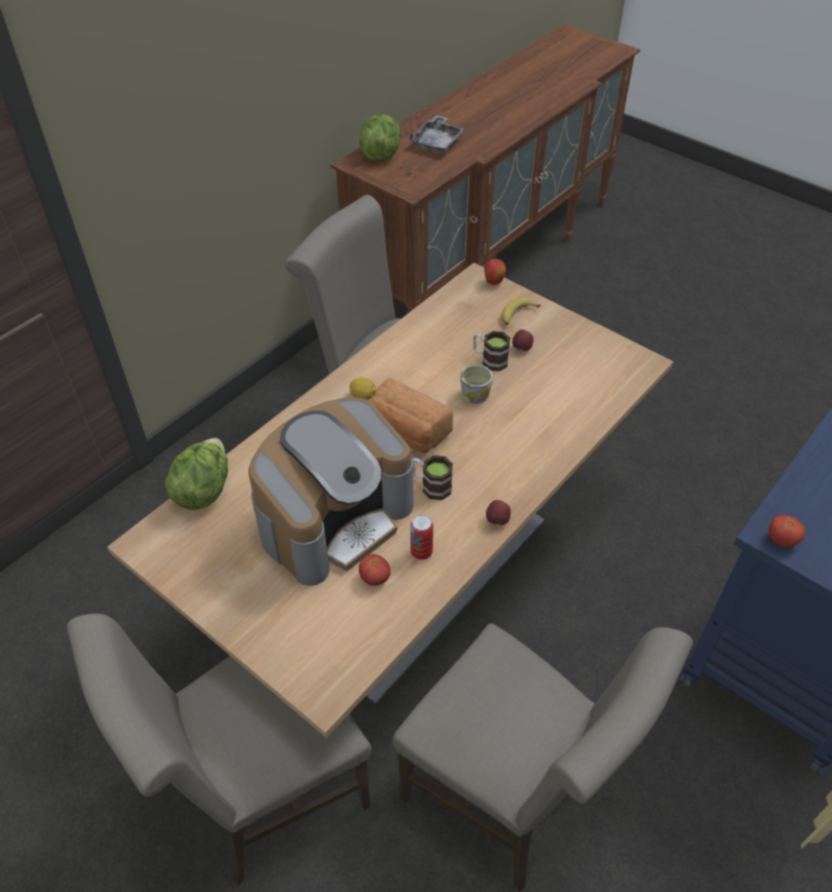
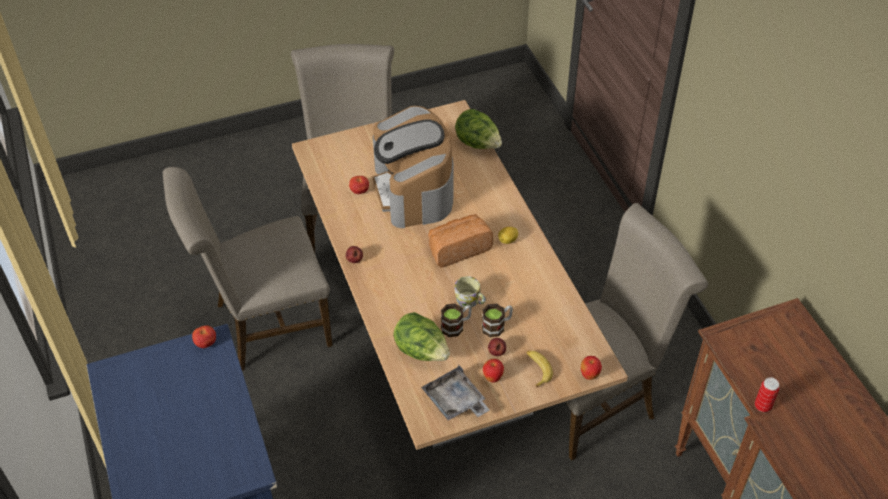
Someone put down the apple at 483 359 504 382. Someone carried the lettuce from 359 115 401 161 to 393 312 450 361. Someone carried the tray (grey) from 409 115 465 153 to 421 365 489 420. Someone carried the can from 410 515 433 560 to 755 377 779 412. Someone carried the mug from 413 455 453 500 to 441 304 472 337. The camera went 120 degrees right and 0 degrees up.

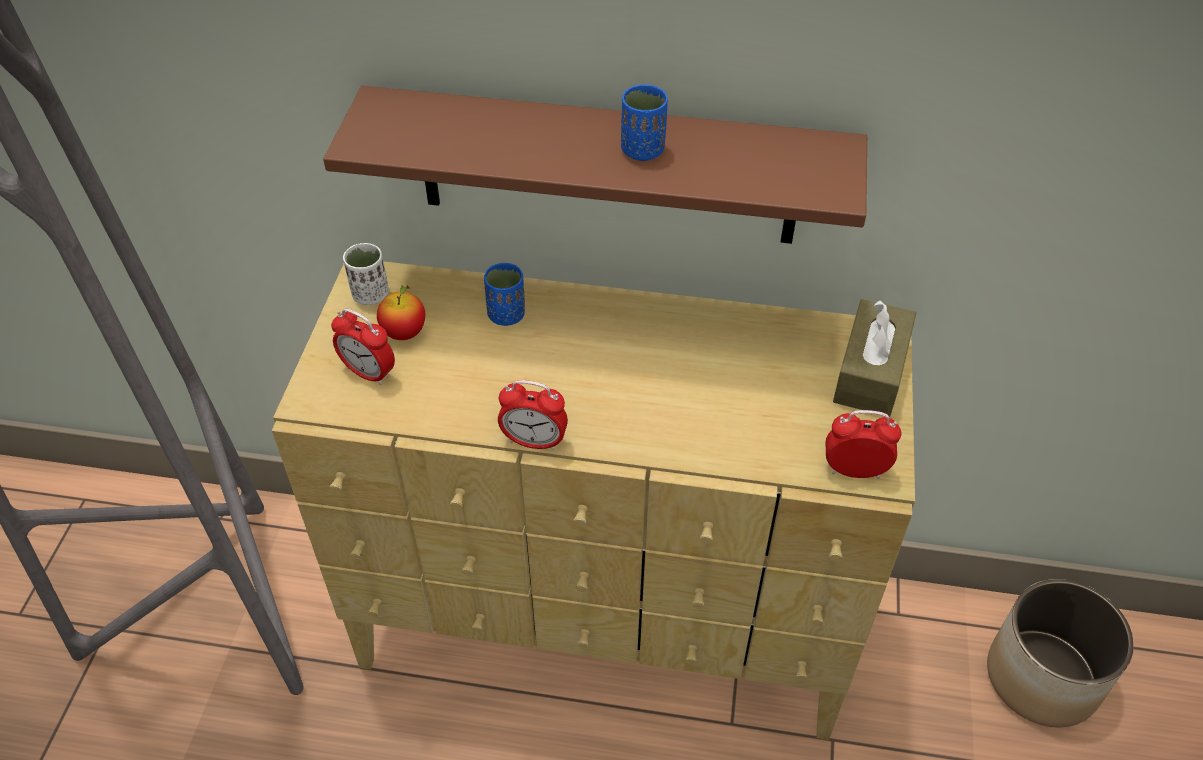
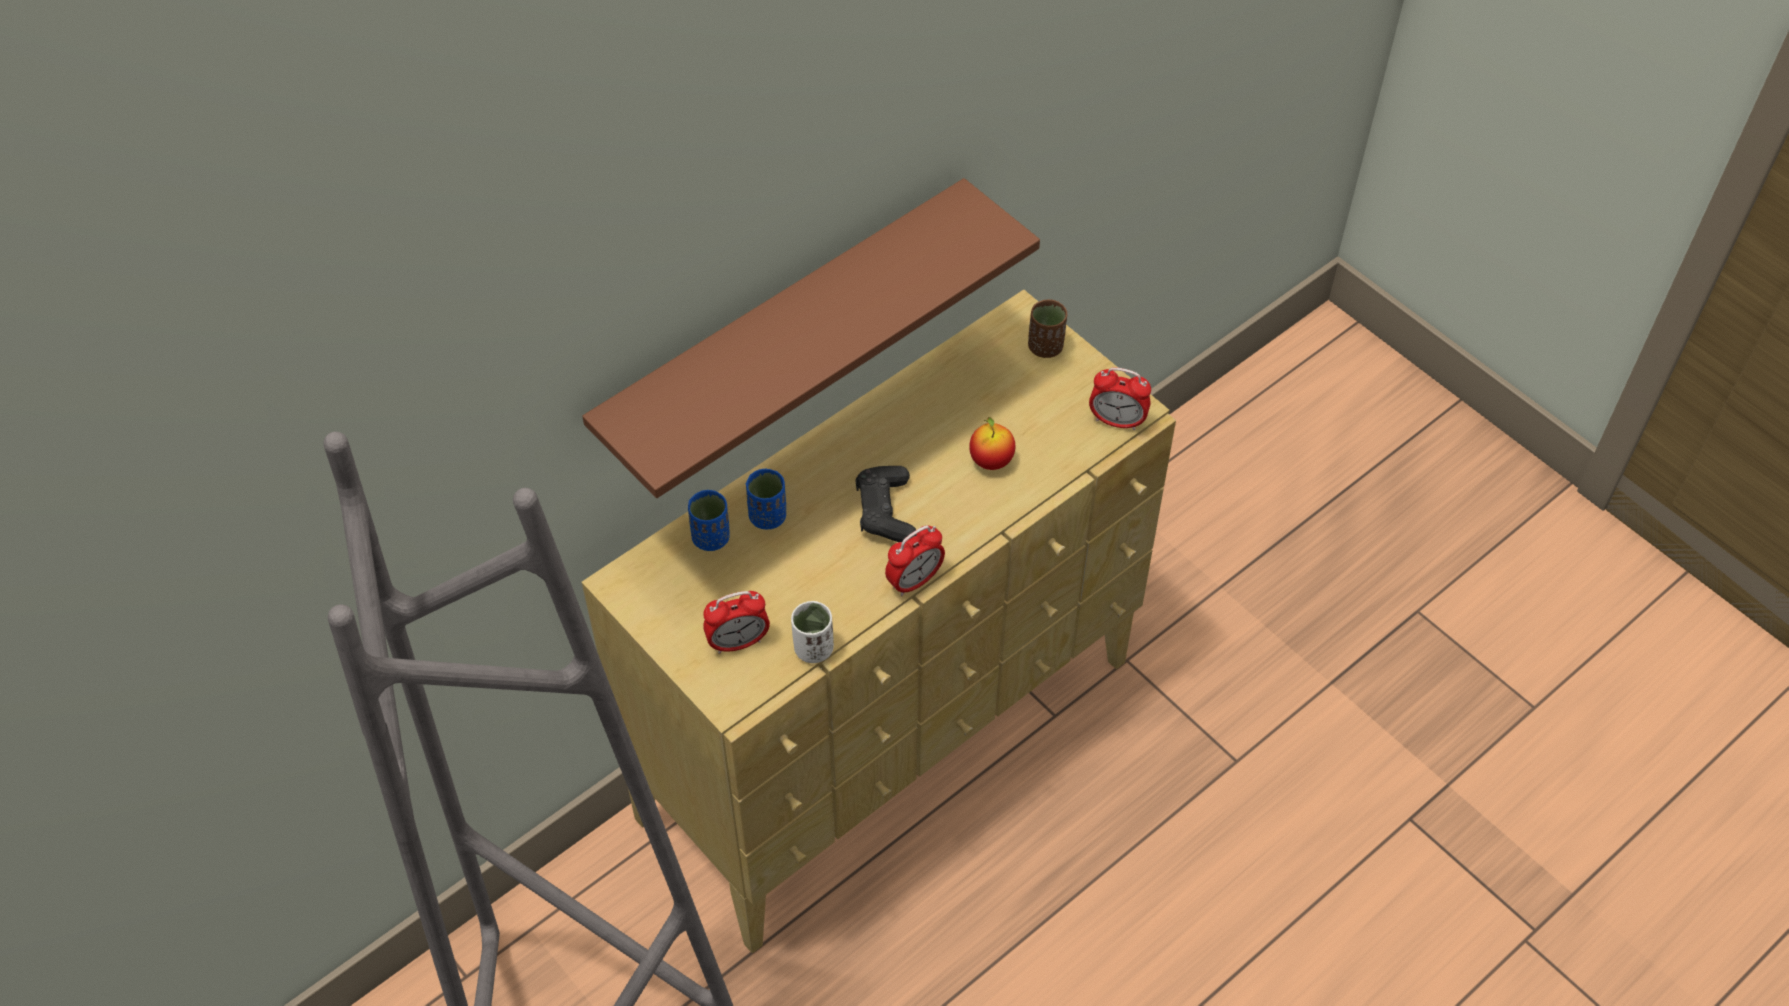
Someone took away the planter at 987 579 1134 727. Someone put down the game controller (black) at 856 466 917 542. Someone carried the cup (white) from 343 243 389 305 to 791 601 834 663. Someone carried the apple from 377 285 425 340 to 969 417 1016 470. Someone carried the cup (blue) from 621 85 668 161 to 688 490 730 551. Someone swapped the tissue box (brown) at 833 299 916 417 for the cup (brown) at 1028 299 1067 358. Someone rotated the alarm clock at 826 410 902 479 by 120 degrees counterclockwise. The camera went 50 degrees left and 5 degrees up.

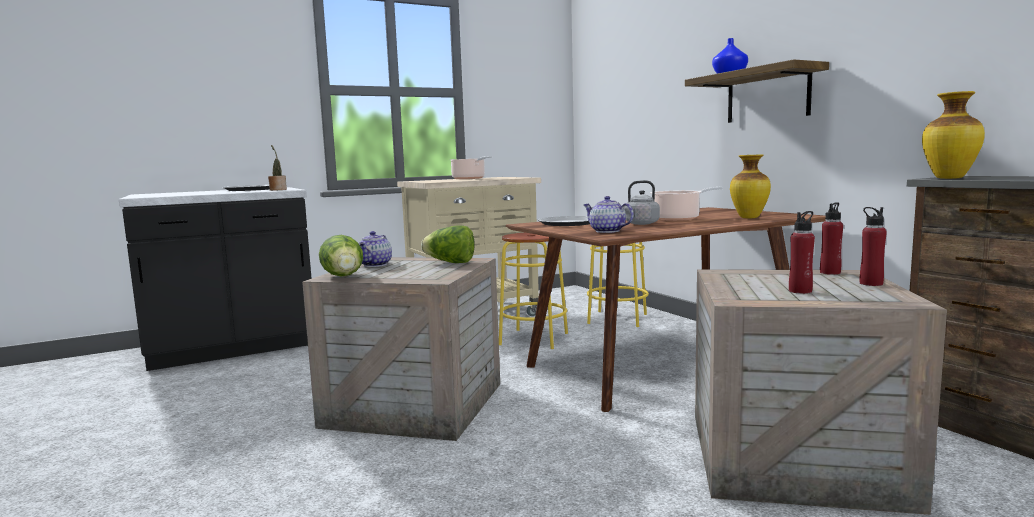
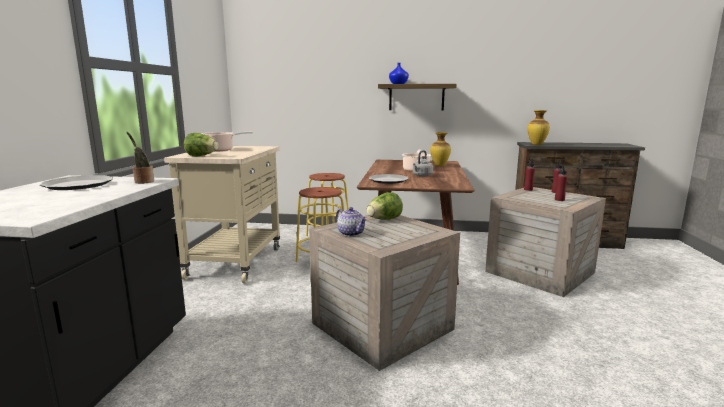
Someone took away the teapot at 584 196 634 233. Someone carried the lettuce from 319 235 363 276 to 184 133 219 156. The camera went 55 degrees left and 5 degrees up.

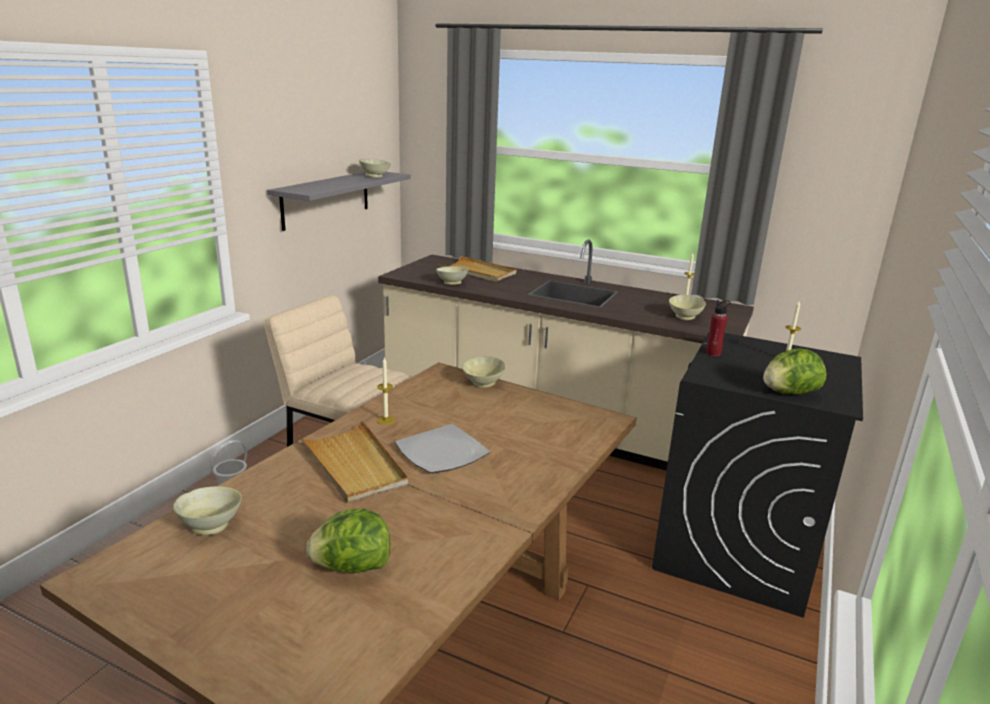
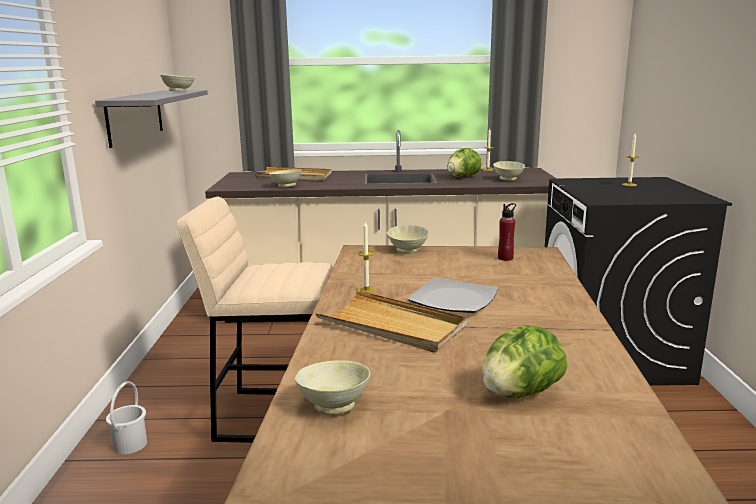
Someone carried the bottle (red) from 706 300 731 356 to 498 203 516 261. Someone carried the lettuce from 763 348 827 395 to 447 148 482 178. The camera went 25 degrees left and 5 degrees down.

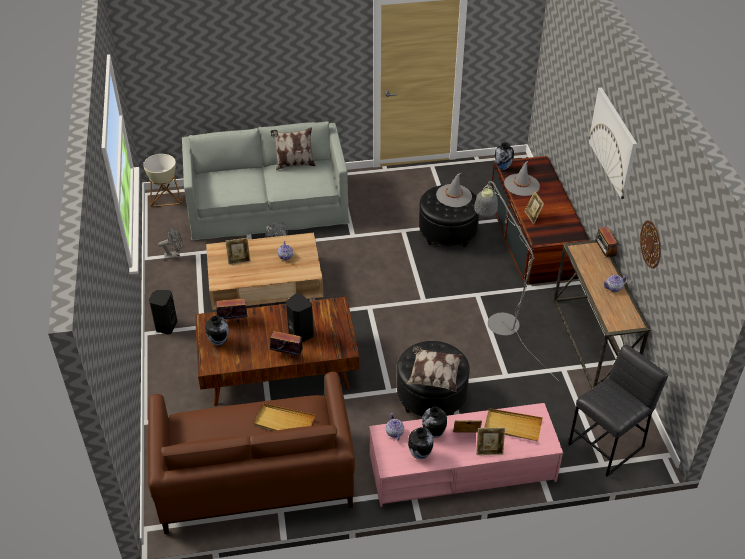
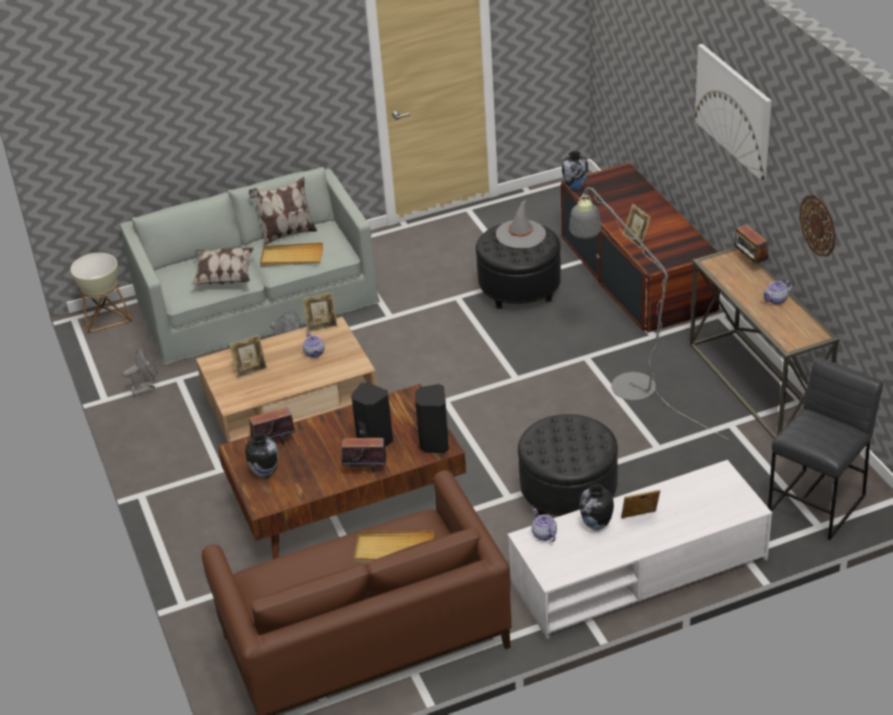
Someone took away the vase at 408 427 434 459. Someone took away the hat (grey) at 504 160 540 196. Someone carried the speaker (black) from 149 290 177 335 to 415 384 449 453. Someone carried the pillow from 407 346 463 392 to 191 248 254 285. Someone carried the picture frame from 476 427 505 455 to 302 293 338 332. Someone carried the tray (beige) from 484 408 543 441 to 260 242 323 267. Someone repainted the tv stand (pink) at 369 403 563 507, which became the tv stand (white) at 508 460 772 639. The camera went 10 degrees left and 5 degrees down.

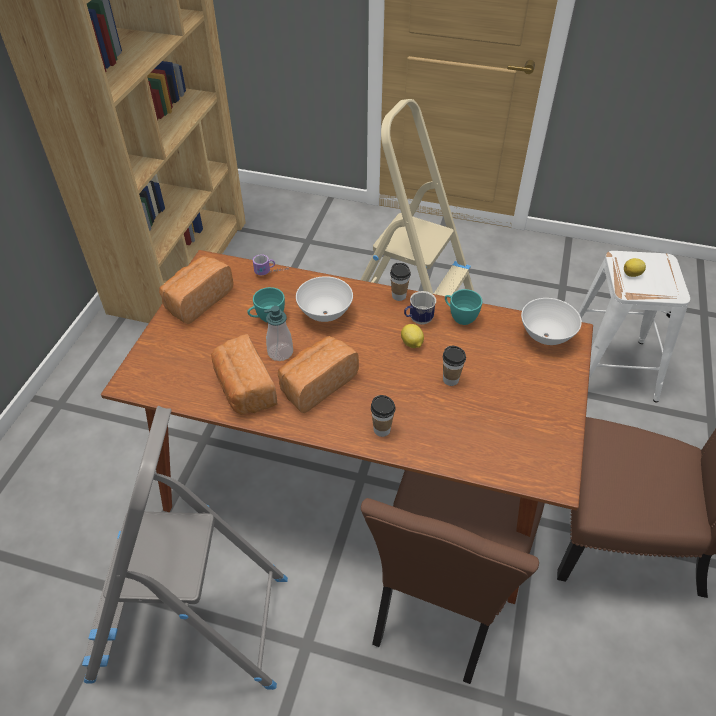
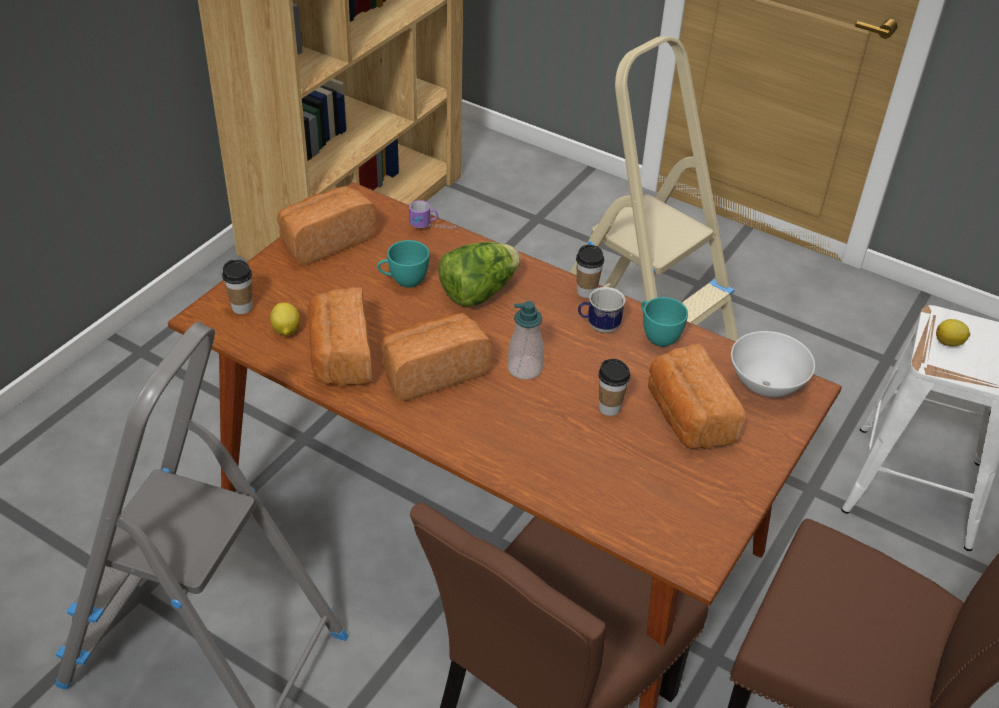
Someone put down the bread at 648 343 745 449. Someone carried the soap dispenser from 264 306 293 361 to 507 301 544 380. Someone carried the cup from 371 395 395 437 to 222 260 252 314. Someone carried the lemon from 401 324 424 348 to 270 302 300 336. Someone swapped the bowl (white) at 296 276 353 322 for the lettuce at 438 242 521 307. The camera went 15 degrees right and 5 degrees down.

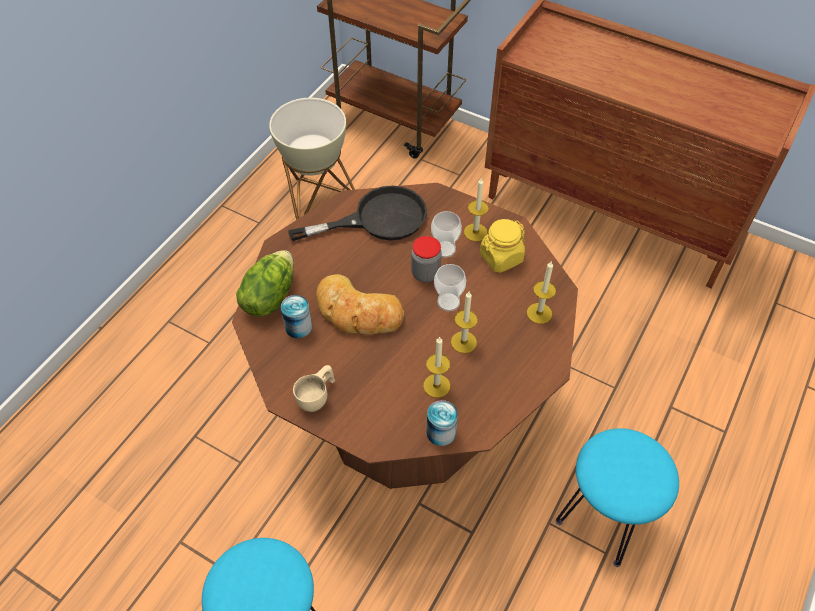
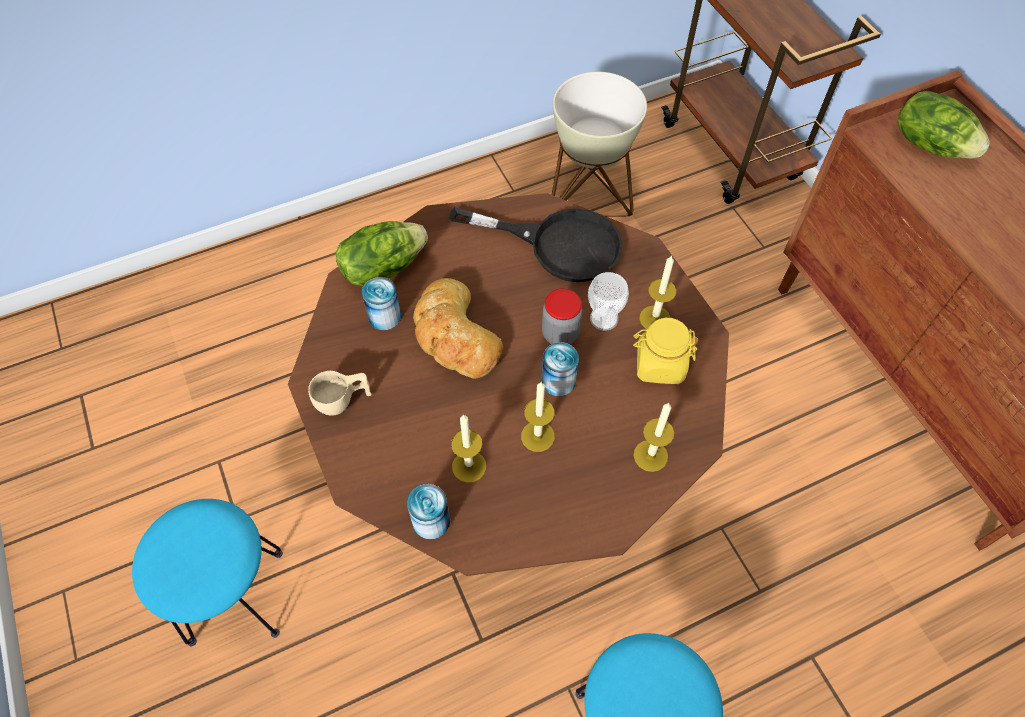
Someone put down the lettuce at 897 91 990 159. Someone swapped the cup at 434 264 466 311 for the can at 542 342 579 396. The camera went 35 degrees right and 5 degrees up.

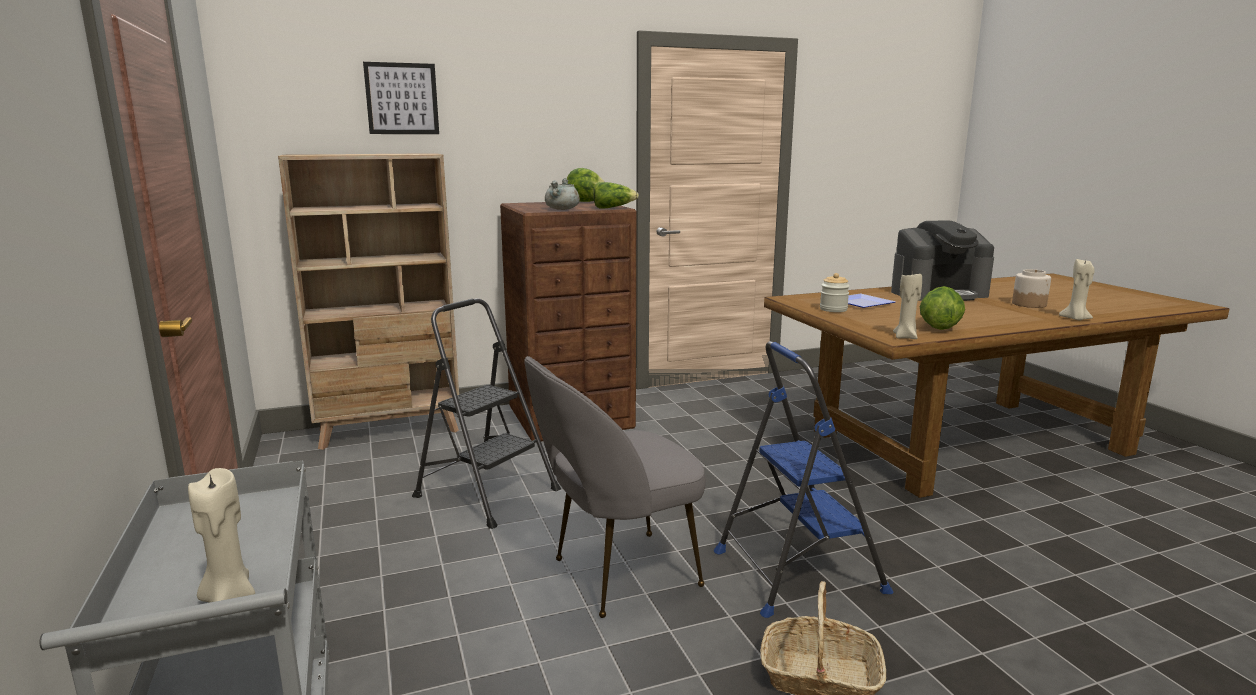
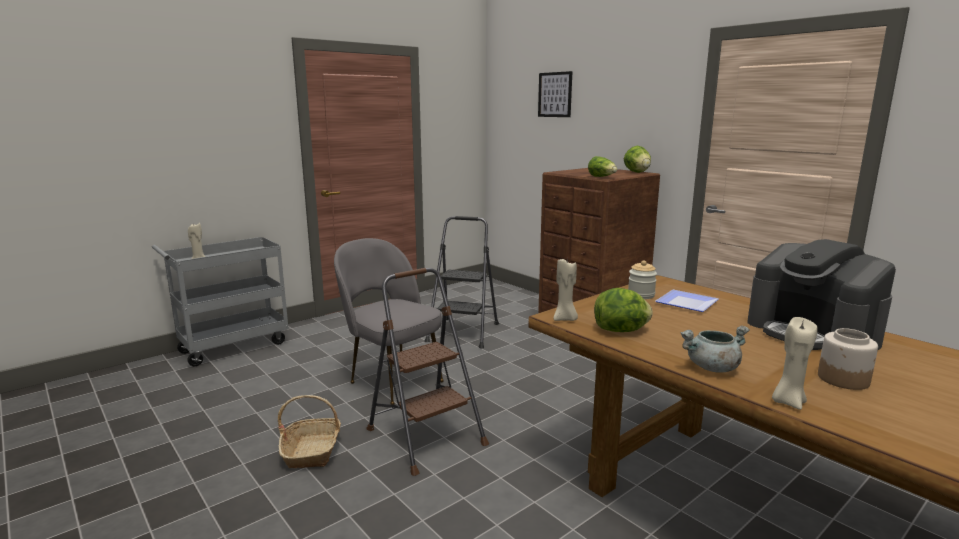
Someone took away the bookcase (beige) at 278 153 459 450. Someone carried the cooking pot (grey) from 545 178 580 210 to 680 326 750 373. Someone repainted the step ladder (blue) at 714 341 893 618, which became the step ladder (brown) at 366 268 489 476. The camera went 70 degrees right and 0 degrees up.

